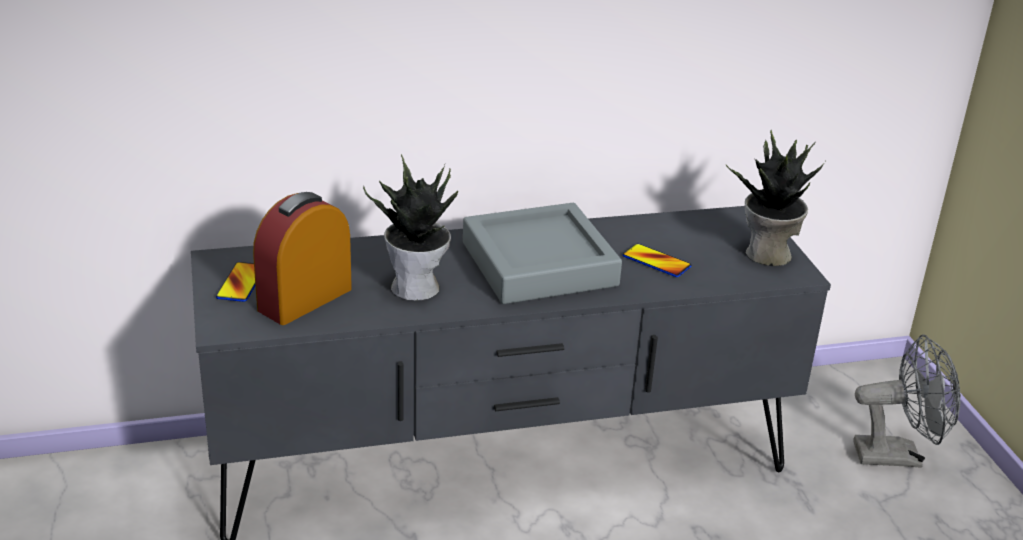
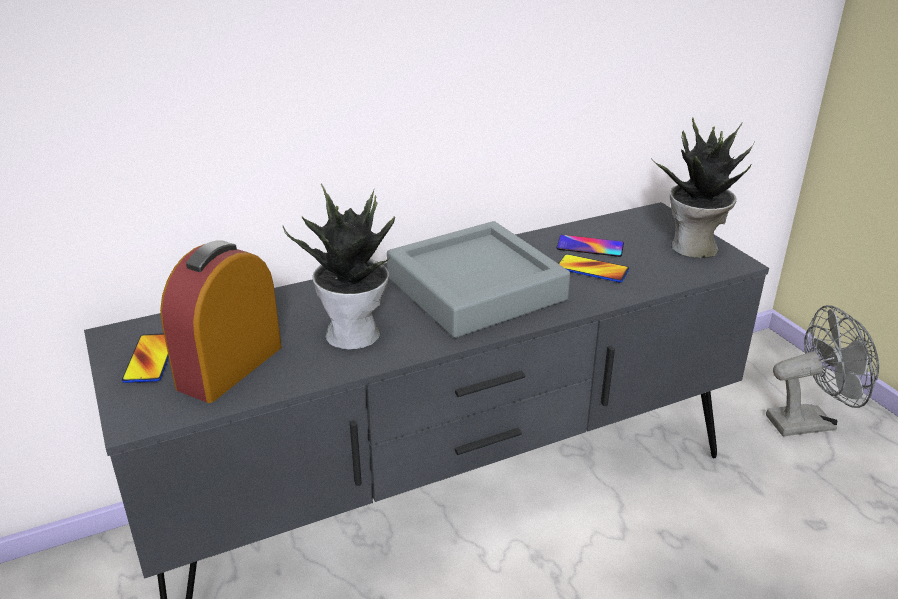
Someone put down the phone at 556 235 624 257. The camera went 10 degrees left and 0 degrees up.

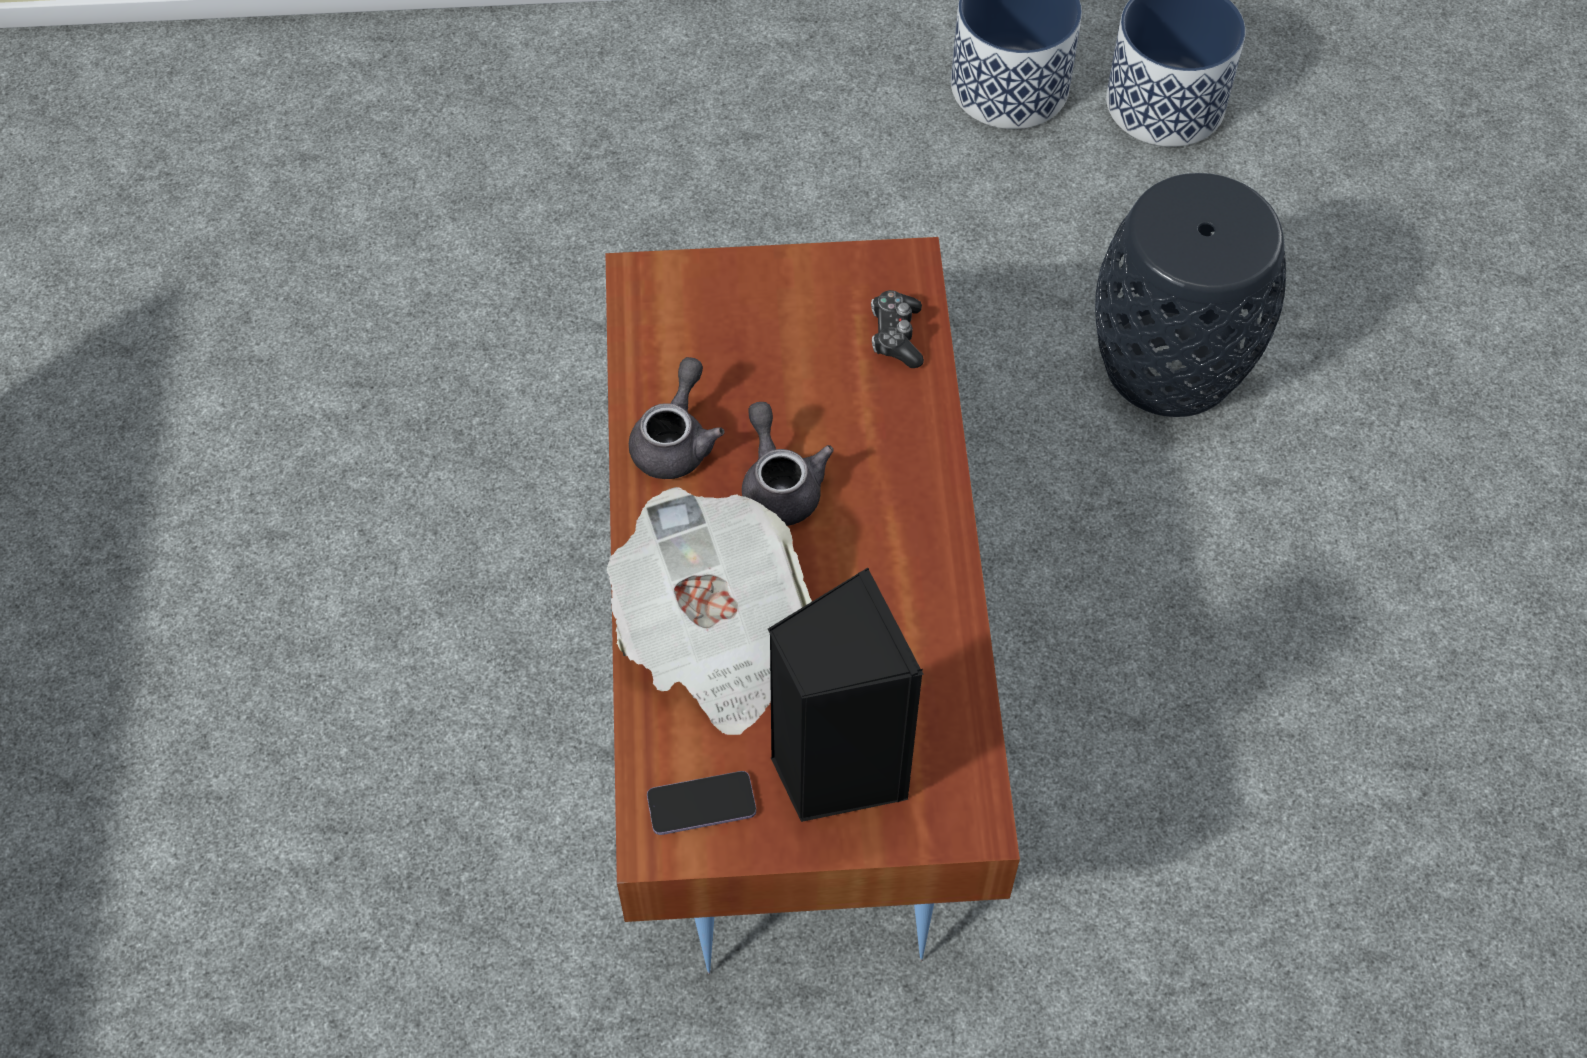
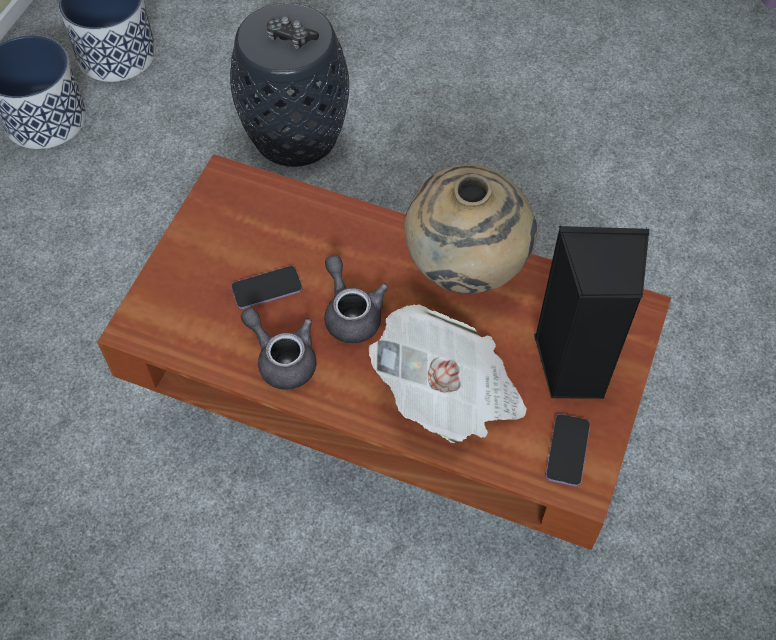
Someone put down the phone at 231 266 303 309. Someone put down the vase (beige) at 404 164 537 294. Someone carried the game controller from 871 290 924 368 to 267 16 319 49. Someone rotated the teapot (grey) at 742 402 834 526 by 60 degrees clockwise. The camera went 65 degrees left and 0 degrees up.

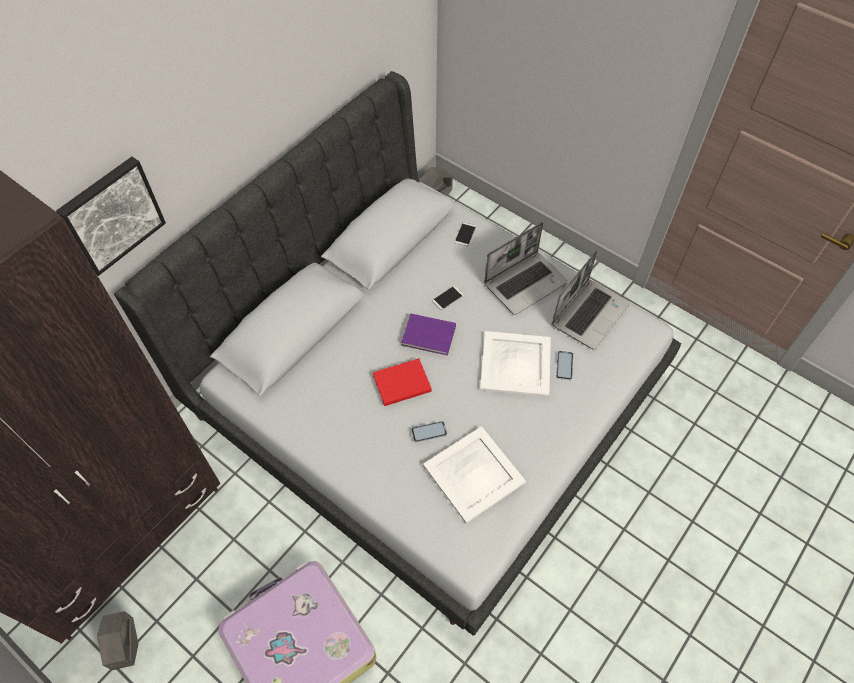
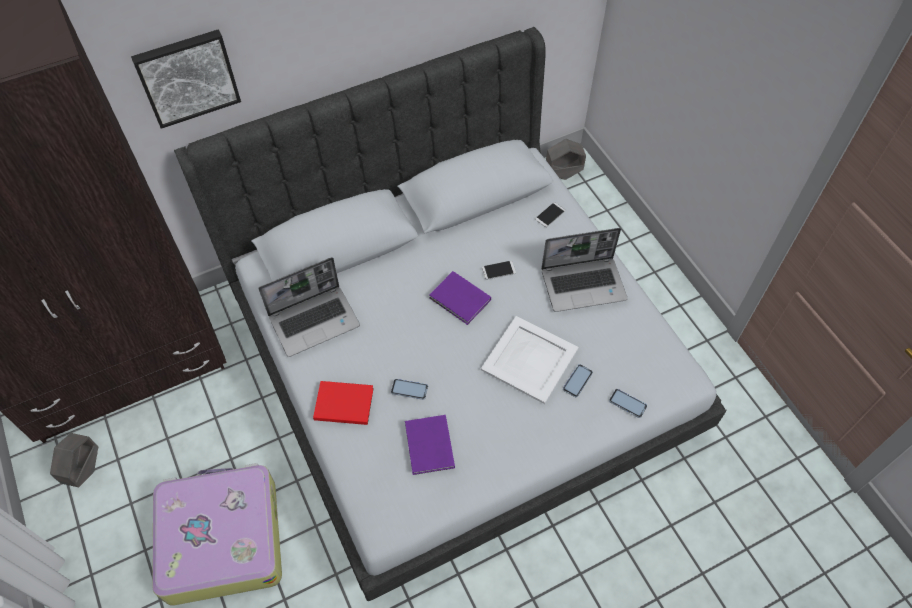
Someone put down the phone at 609 389 647 418. Someone carried the book (red) from 373 358 432 406 to 313 381 374 425. Someone carried the laptop from 551 250 630 350 to 258 257 360 357. Someone swapped the tray (white) at 423 426 526 523 for the book (purple) at 405 415 455 475. The camera went 25 degrees right and 0 degrees up.

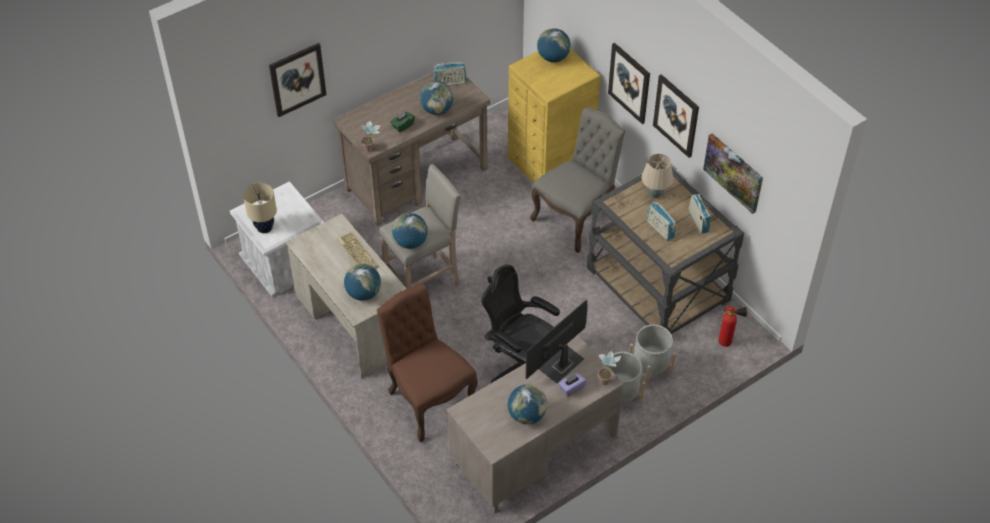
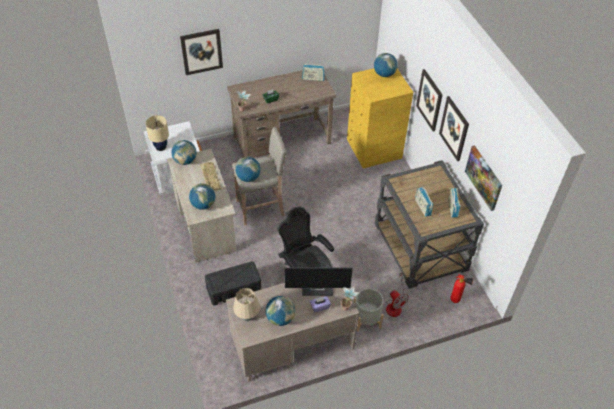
Someone took away the chair (grey) at 530 107 625 253. Someone carried the globe from 420 81 453 115 to 171 140 196 165. Someone carried the table lamp (beige) from 641 153 673 198 to 233 288 260 321. Someone swapped the chair (brown) at 377 284 478 442 for the storage box (black) at 205 261 261 306. Someone swapped the planter (grey) at 629 325 676 387 for the fan at 386 272 409 317. Someone rotated the monitor at 526 299 587 383 by 150 degrees counterclockwise. The camera went 15 degrees right and 0 degrees up.

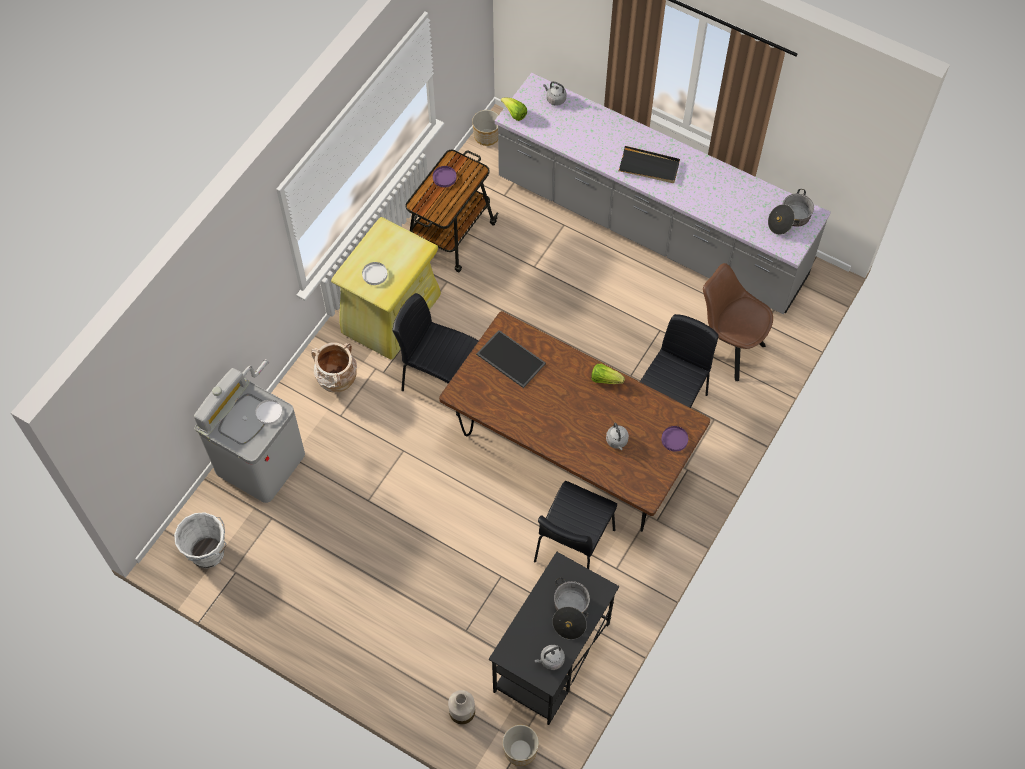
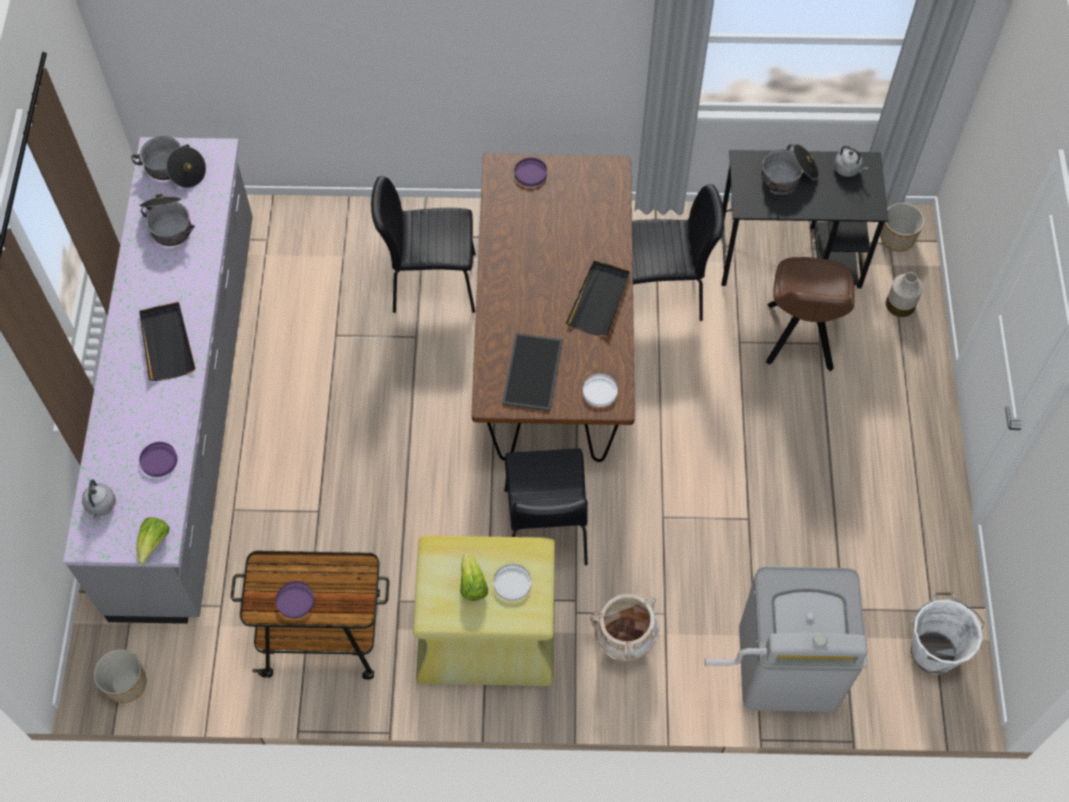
Someone took away the kettle (grey) at 606 423 629 450. Someone put down the cooking pot at 139 194 195 246. Someone put down the plate (purple) at 139 442 177 477. Someone put down the tray (black) at 566 261 630 337. Someone carried the plate (white) from 256 399 282 425 to 583 374 618 407. Someone carried the lettuce from 591 364 625 384 to 460 553 488 601. Someone carried the chair (brown) from 703 263 773 381 to 766 257 855 371. The camera went 120 degrees left and 0 degrees up.

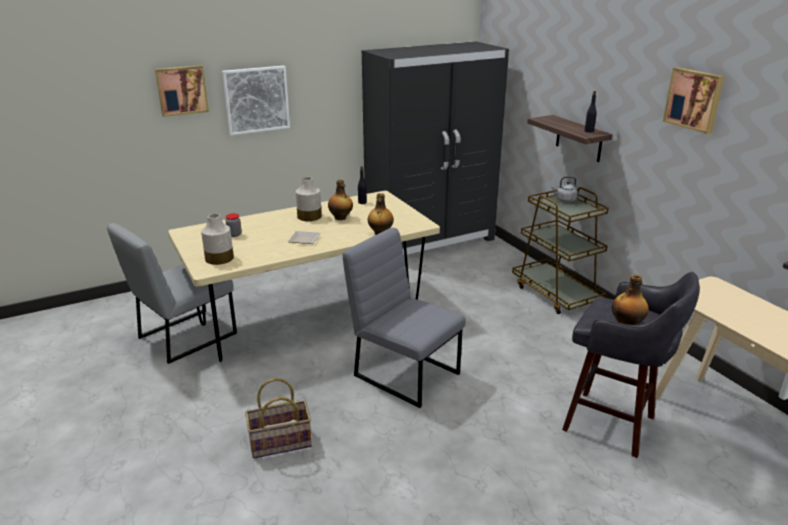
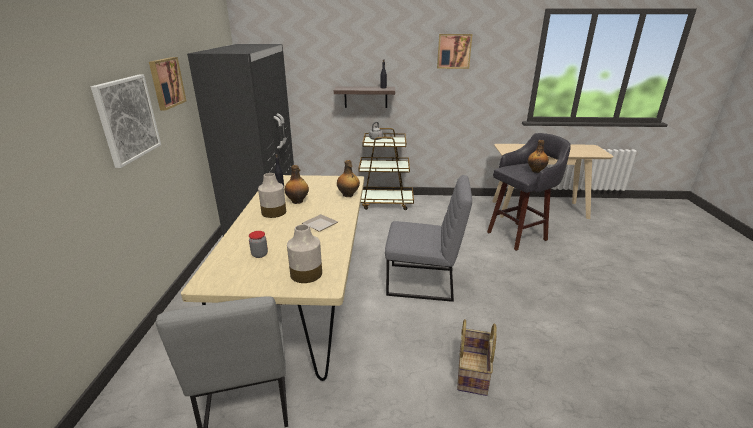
Someone carried the picture from 155 65 209 117 to 149 57 187 110. Someone rotated the chair (grey) at 342 227 466 408 by 150 degrees counterclockwise. The camera went 60 degrees left and 0 degrees up.

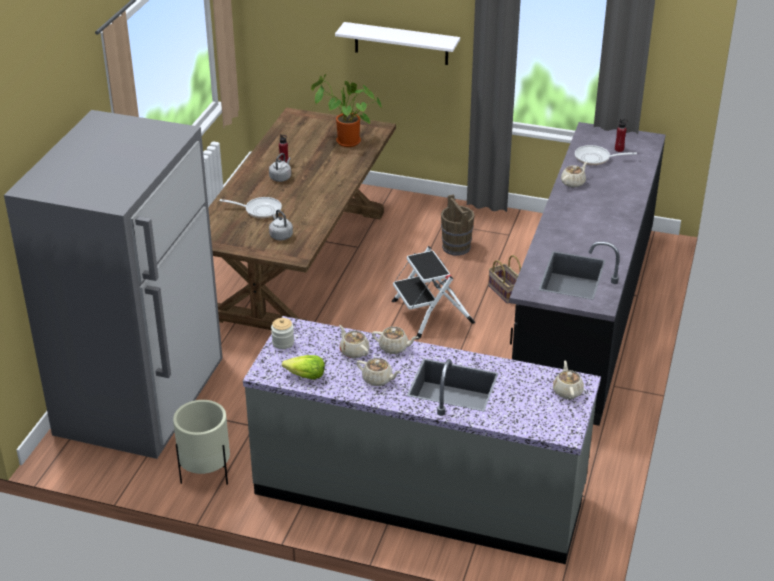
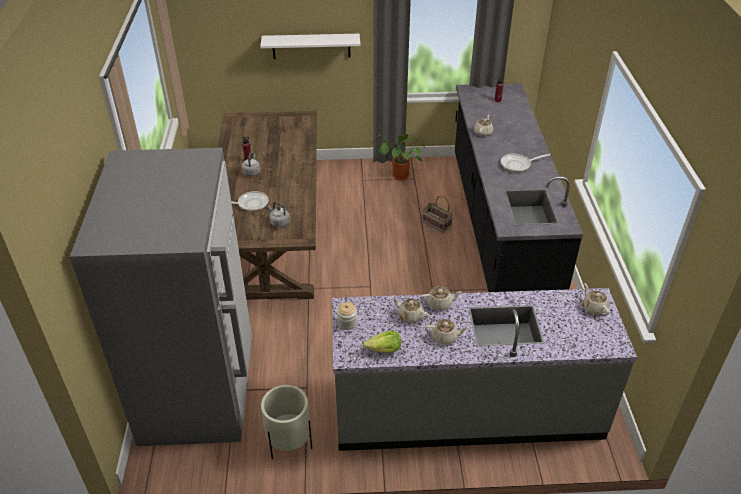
Someone took away the step ladder at 391 246 475 339. Someone took away the bucket (brown) at 441 194 475 256. Someone carried the potted plant from 311 74 382 147 to 372 132 425 181. Someone carried the frying pan from 575 145 637 165 to 501 154 550 172. The camera went 20 degrees left and 5 degrees up.

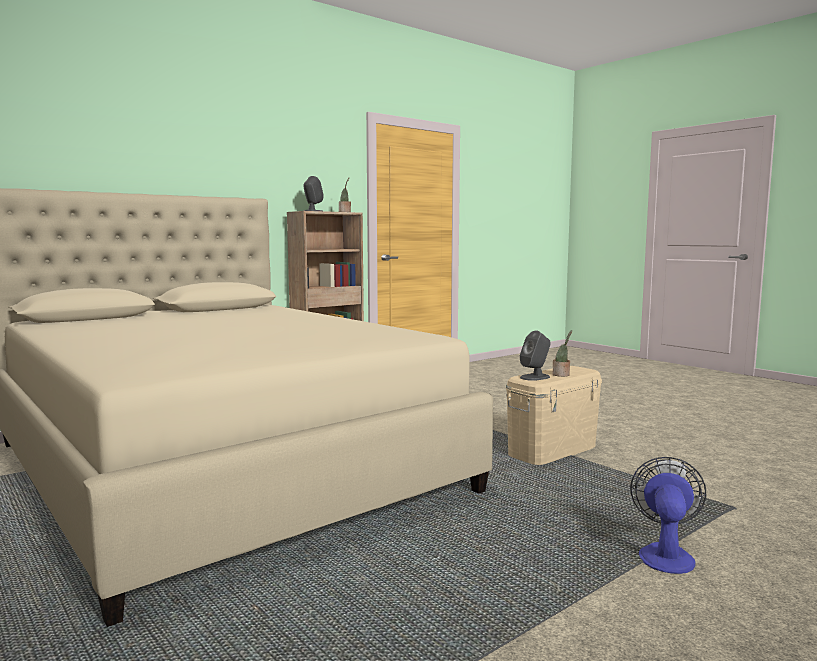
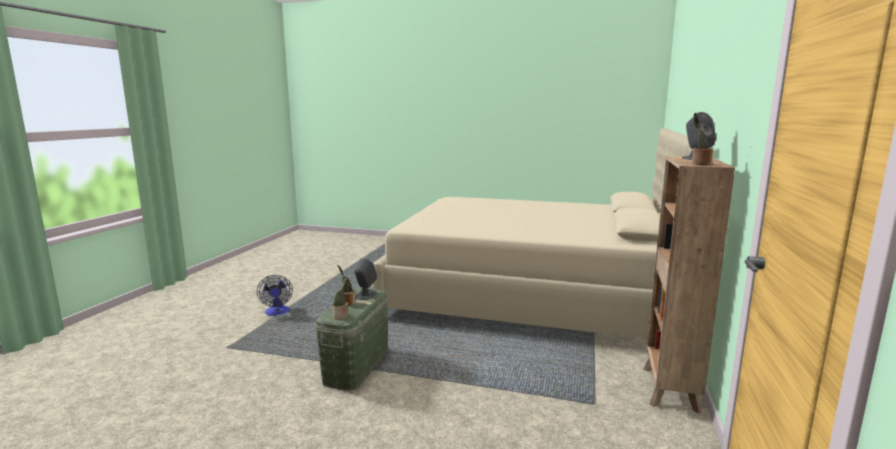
Someone put down the potted plant at 332 278 348 320. Someone repainted the storage box (beige) at 506 366 602 465, which became the storage box (green) at 315 288 388 390. The camera went 145 degrees right and 5 degrees up.

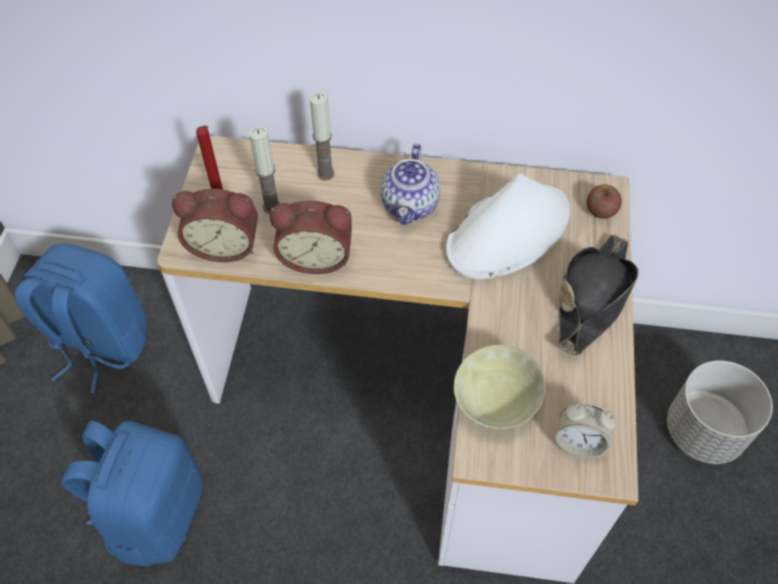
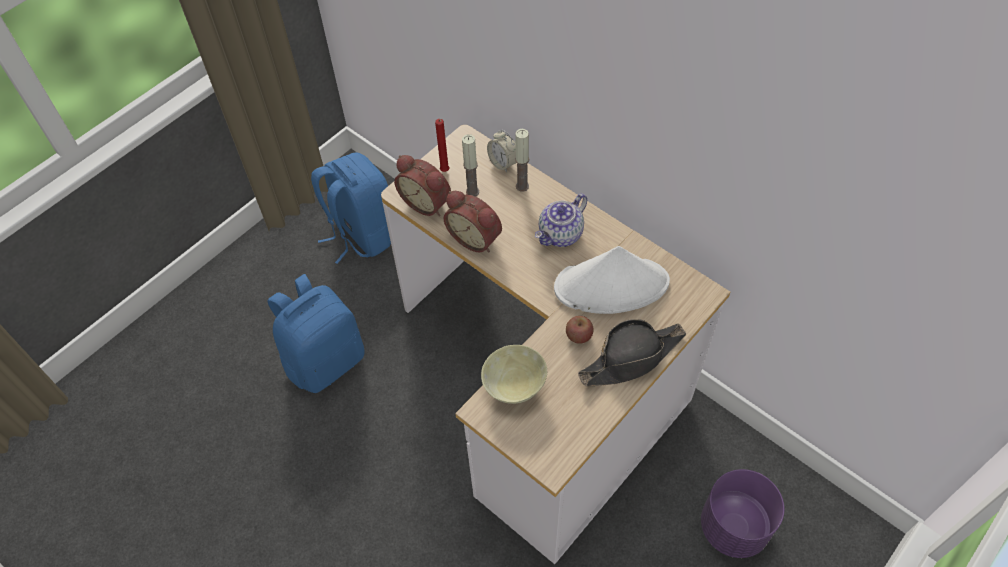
Someone carried the alarm clock from 556 403 616 458 to 487 130 516 173. Someone carried the apple from 587 184 622 219 to 566 316 594 344. Someone repainted the planter (grey) at 667 360 773 464, which became the planter (purple) at 701 469 784 558. The camera went 35 degrees right and 0 degrees up.

